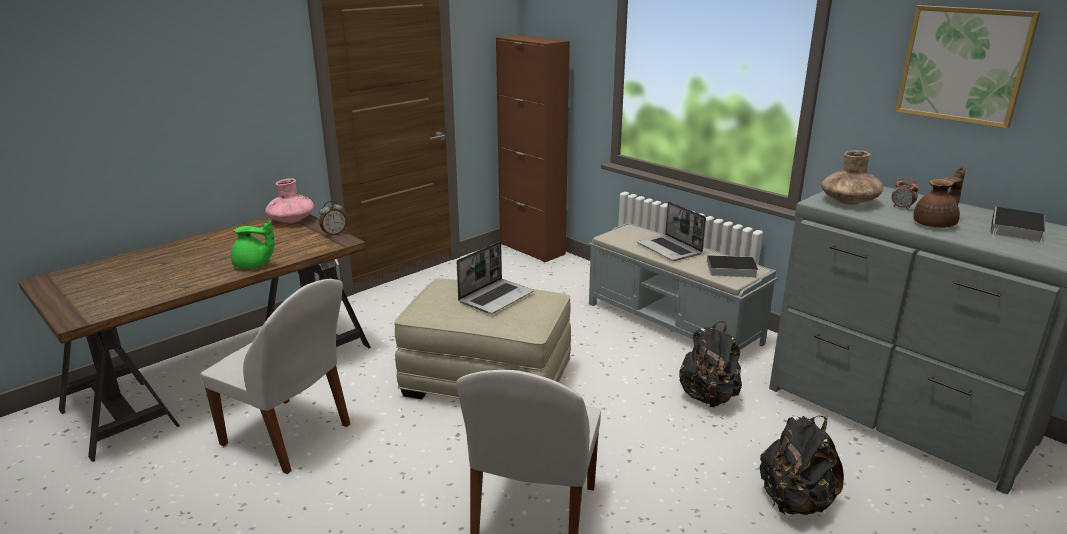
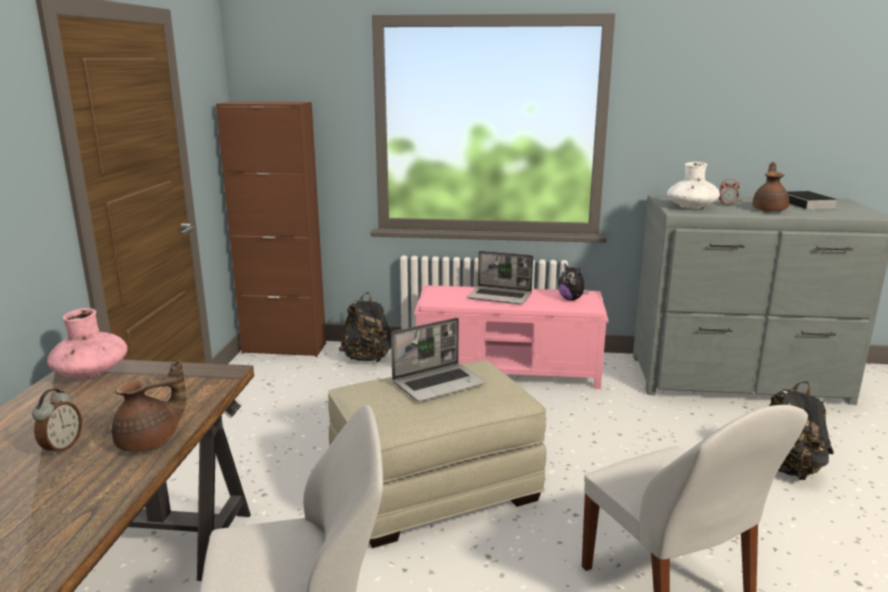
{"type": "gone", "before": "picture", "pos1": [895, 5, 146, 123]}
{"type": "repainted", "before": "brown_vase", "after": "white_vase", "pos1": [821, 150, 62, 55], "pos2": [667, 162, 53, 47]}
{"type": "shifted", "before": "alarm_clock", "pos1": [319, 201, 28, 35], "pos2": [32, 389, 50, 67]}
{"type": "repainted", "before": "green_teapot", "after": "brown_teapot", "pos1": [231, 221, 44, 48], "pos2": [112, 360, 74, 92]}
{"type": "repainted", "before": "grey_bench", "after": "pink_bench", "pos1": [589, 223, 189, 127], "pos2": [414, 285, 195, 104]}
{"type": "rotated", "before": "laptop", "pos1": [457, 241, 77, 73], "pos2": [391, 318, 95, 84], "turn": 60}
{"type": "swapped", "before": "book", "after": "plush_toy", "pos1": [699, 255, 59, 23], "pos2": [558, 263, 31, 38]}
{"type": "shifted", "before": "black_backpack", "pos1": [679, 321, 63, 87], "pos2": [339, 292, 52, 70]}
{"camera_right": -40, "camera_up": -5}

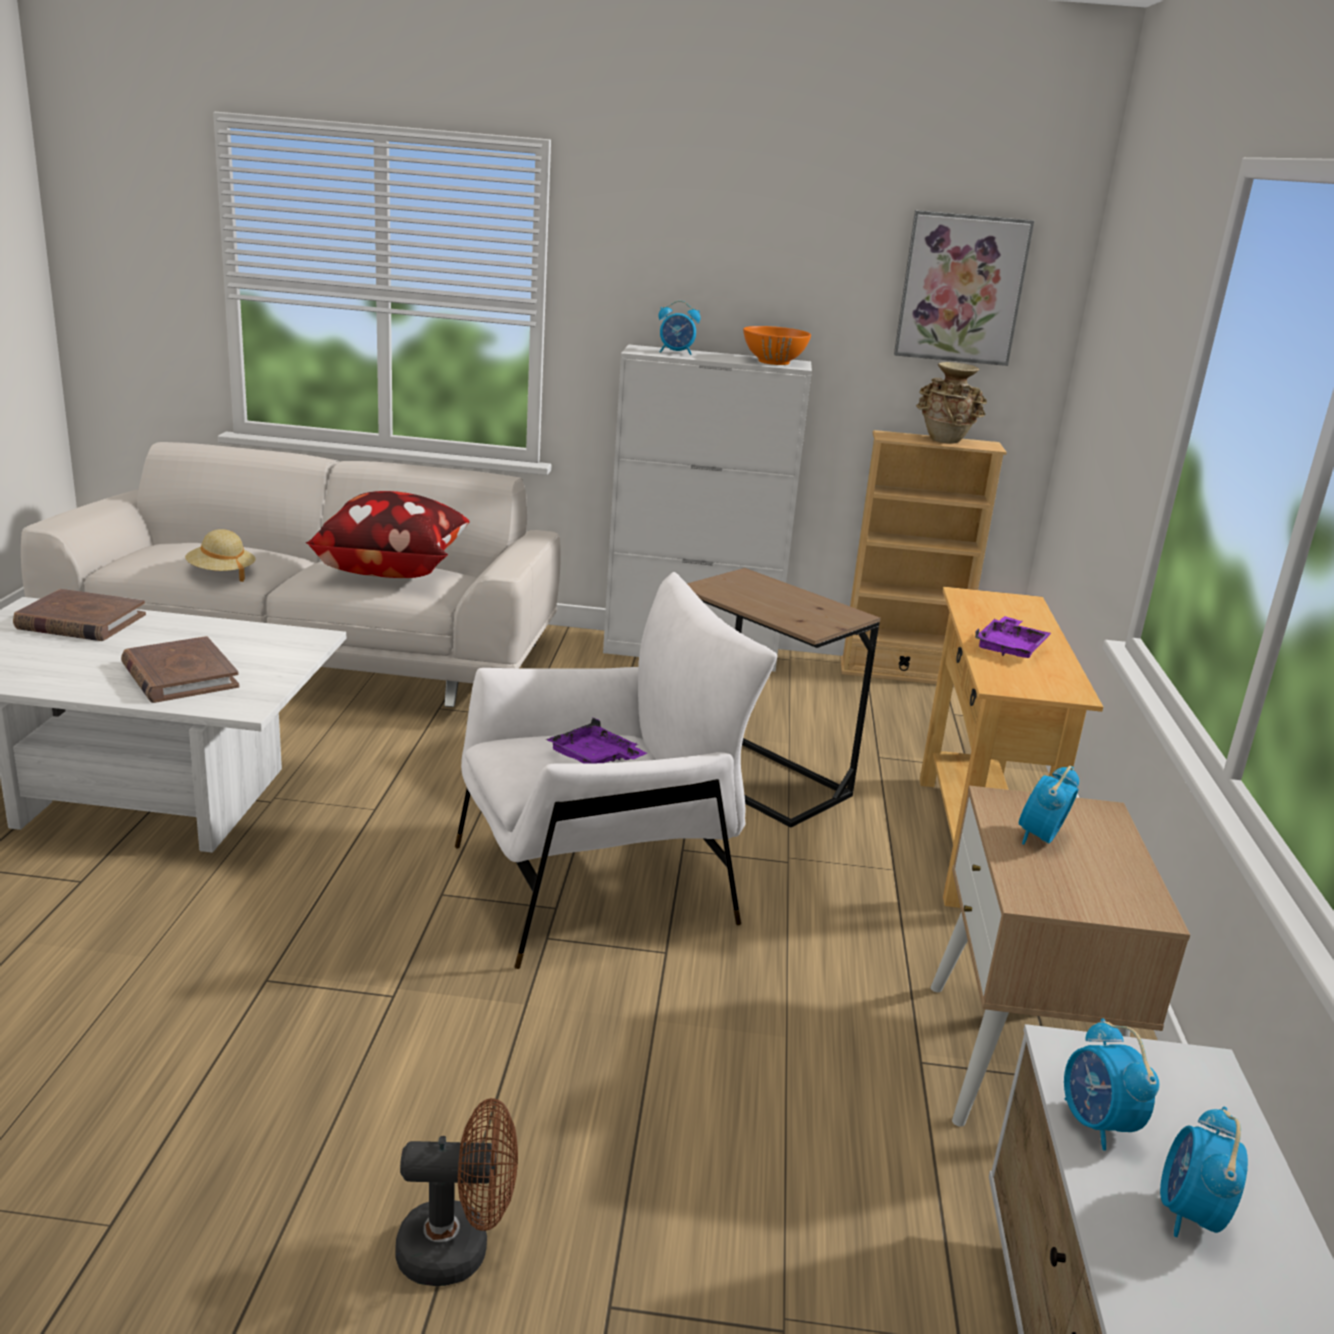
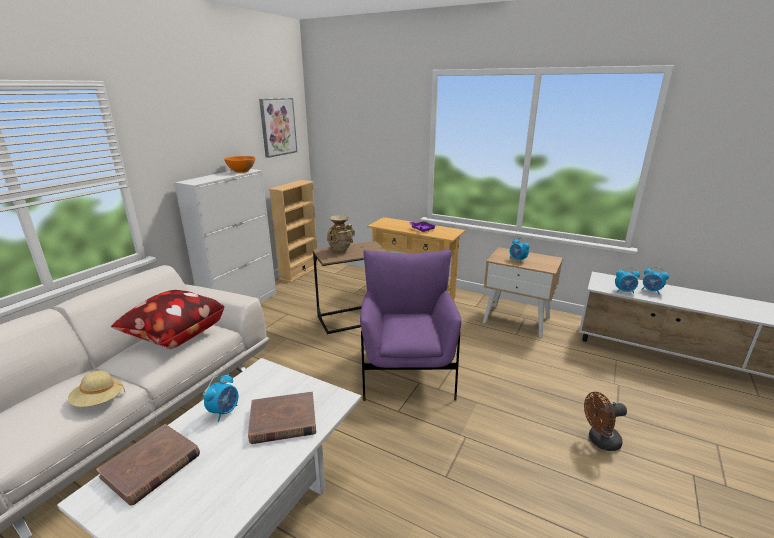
{"type": "shifted", "before": "alarm_clock", "pos1": [658, 301, 43, 54], "pos2": [203, 374, 35, 48]}
{"type": "shifted", "before": "beige_vase", "pos1": [916, 362, 71, 82], "pos2": [327, 215, 28, 38]}
{"type": "repainted", "before": "white_armchair", "after": "purple_armchair", "pos1": [455, 572, 322, 397], "pos2": [360, 250, 101, 151]}
{"type": "gone", "before": "purple_tray", "pos1": [546, 718, 101, 46]}
{"type": "rotated", "before": "brown_fan", "pos1": [395, 1098, 123, 188], "pos2": [584, 392, 43, 59], "turn": -120}
{"camera_right": -65, "camera_up": 0}

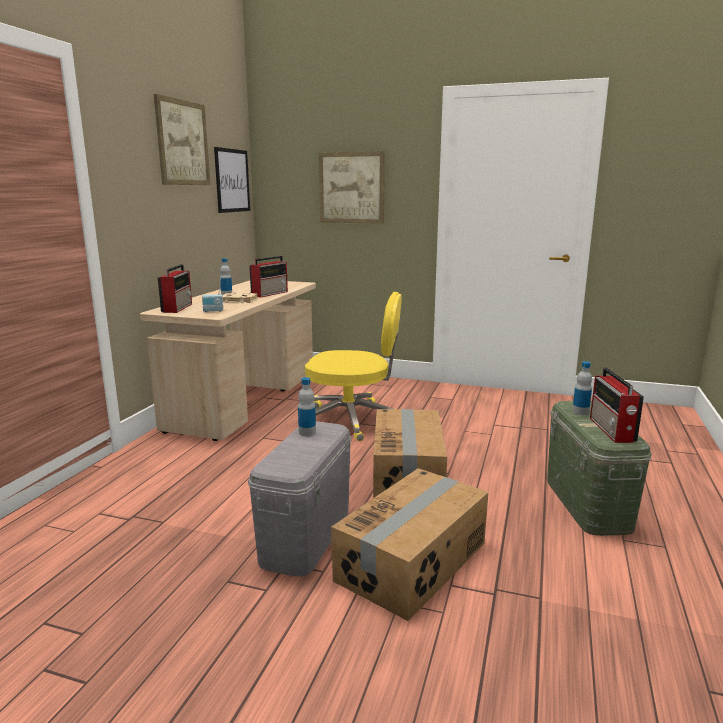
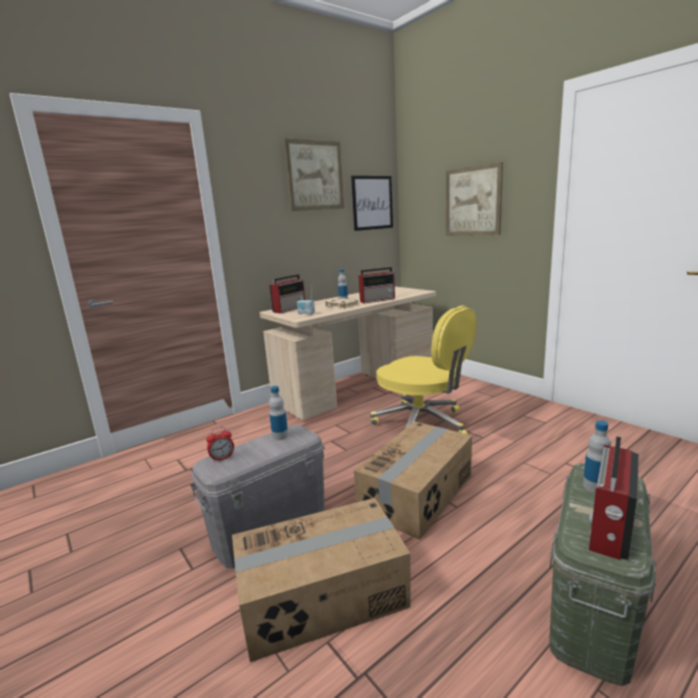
{"type": "new", "after": "alarm_clock", "pos2": [206, 427, 28, 35]}
{"camera_right": 35, "camera_up": 0}

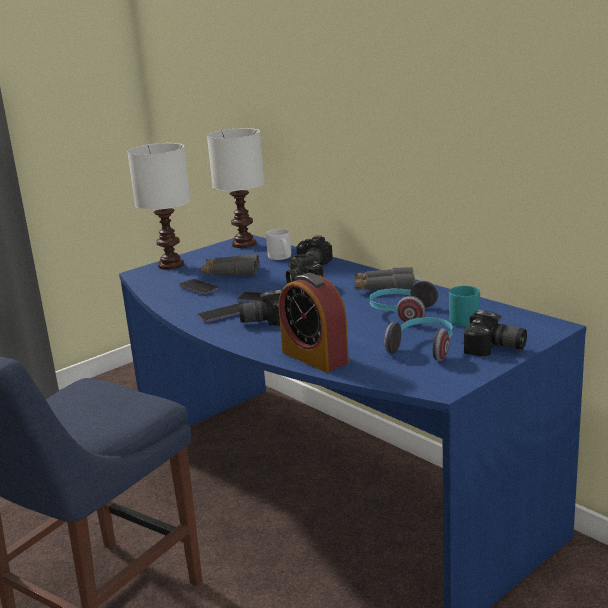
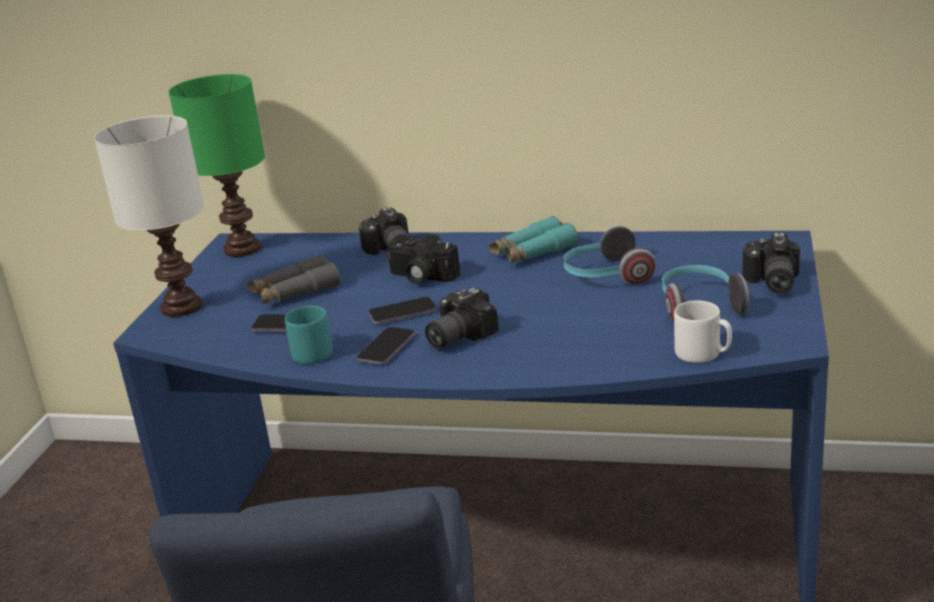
{"type": "repainted", "before": "white_table_lamp", "after": "green_table_lamp", "pos1": [207, 128, 58, 120], "pos2": [169, 74, 96, 183]}
{"type": "shifted", "before": "white_mug", "pos1": [266, 229, 25, 31], "pos2": [674, 300, 58, 63]}
{"type": "repainted", "before": "grey_binoculars", "after": "turquoise_binoculars", "pos1": [355, 267, 60, 23], "pos2": [489, 216, 89, 47]}
{"type": "gone", "before": "alarm_clock", "pos1": [279, 273, 70, 99]}
{"type": "shifted", "before": "turquoise_mug", "pos1": [449, 286, 31, 41], "pos2": [285, 306, 48, 58]}
{"type": "rotated", "before": "photo_camera", "pos1": [464, 310, 63, 46], "pos2": [742, 233, 58, 61], "turn": 105}
{"camera_right": -35, "camera_up": 5}

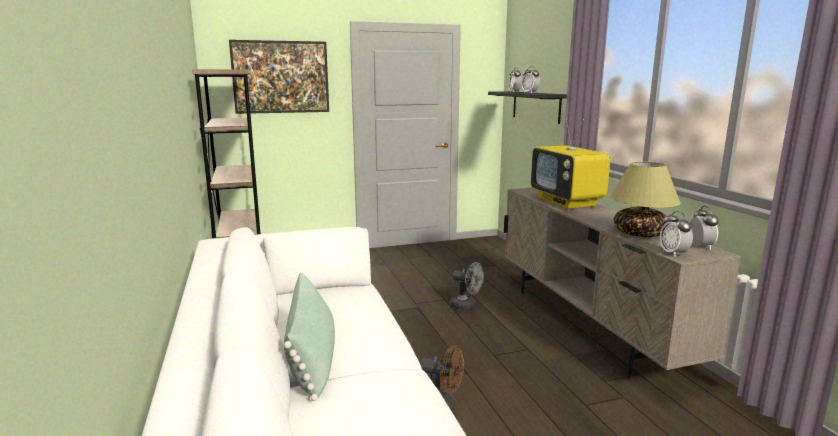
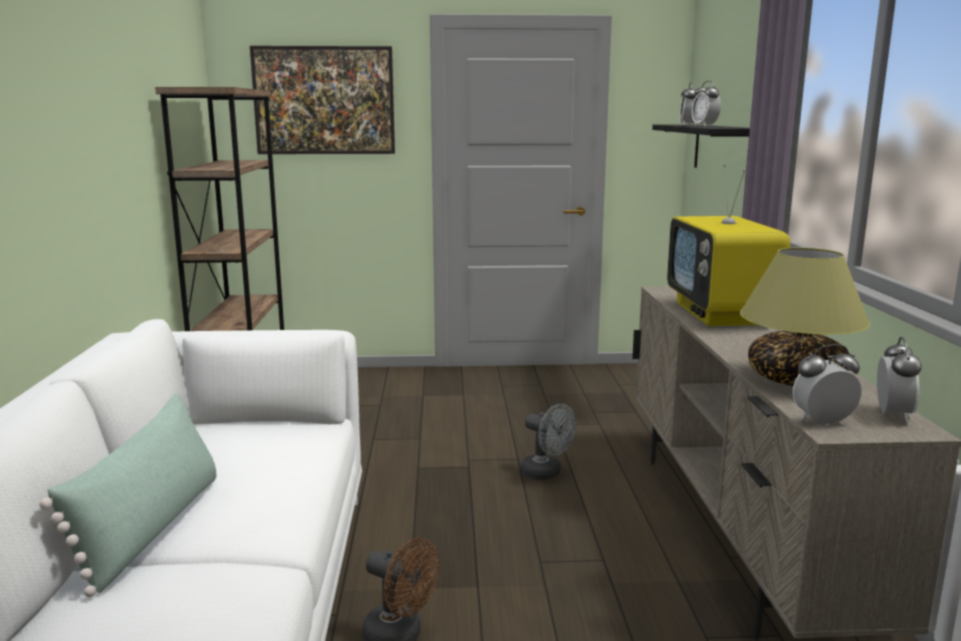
{"type": "rotated", "before": "alarm_clock", "pos1": [660, 211, 33, 46], "pos2": [793, 344, 69, 82], "turn": 75}
{"camera_right": 15, "camera_up": 0}

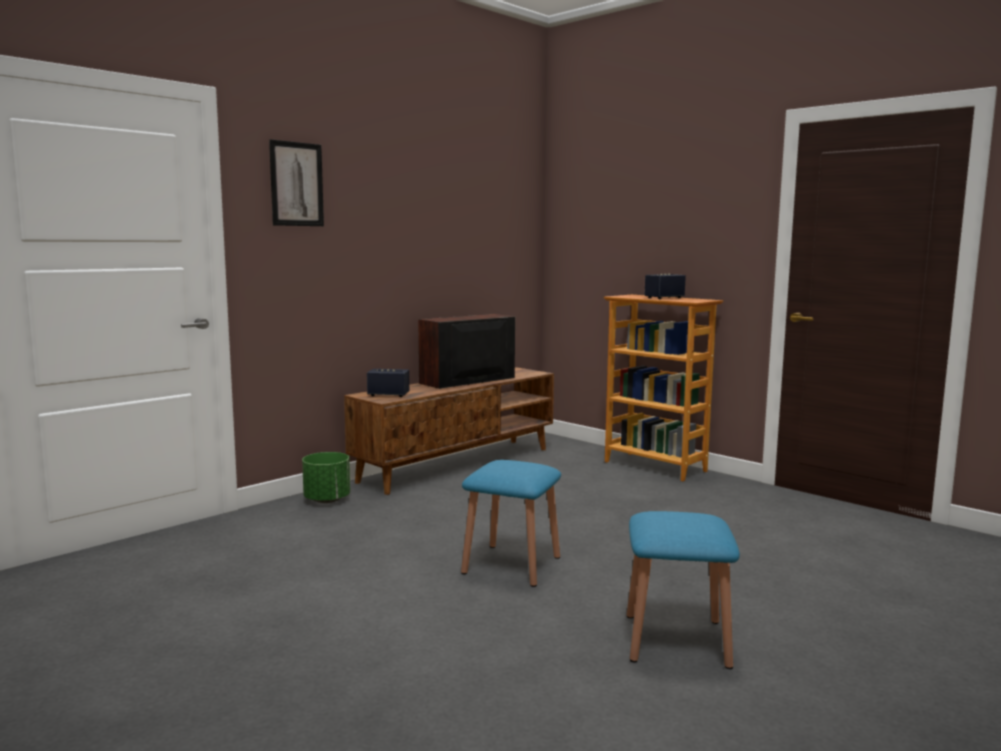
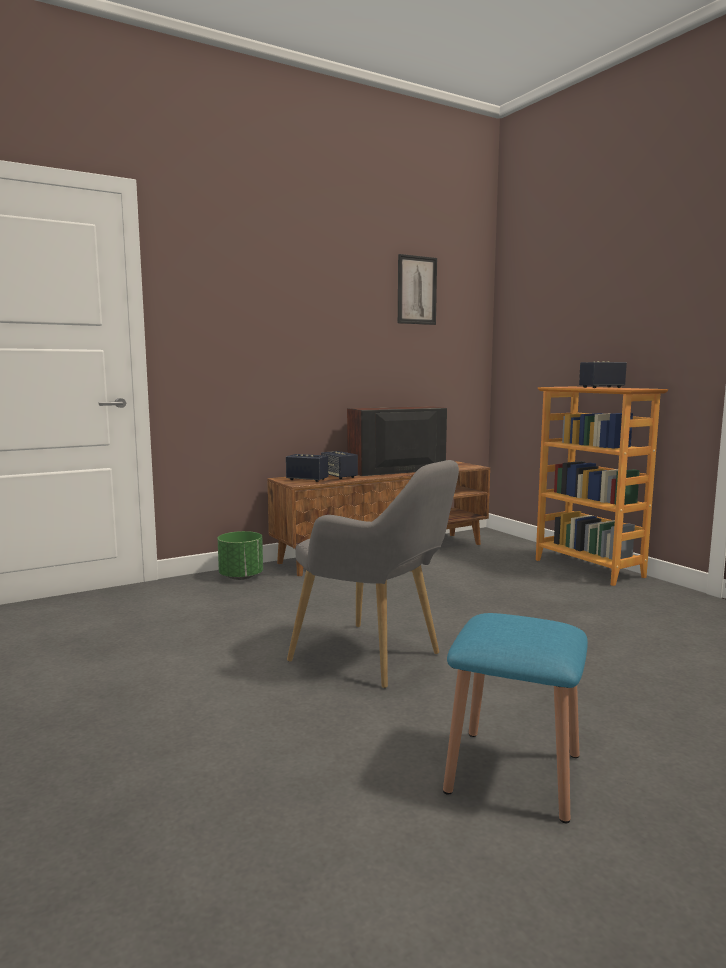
{"type": "shifted", "before": "picture", "pos1": [269, 139, 55, 87], "pos2": [398, 254, 39, 71]}
{"type": "swapped", "before": "blue_stool", "after": "grey_armchair", "pos1": [461, 460, 100, 127], "pos2": [287, 460, 172, 228]}
{"type": "new", "after": "speaker", "pos2": [321, 451, 37, 28]}
{"camera_right": 15, "camera_up": 0}

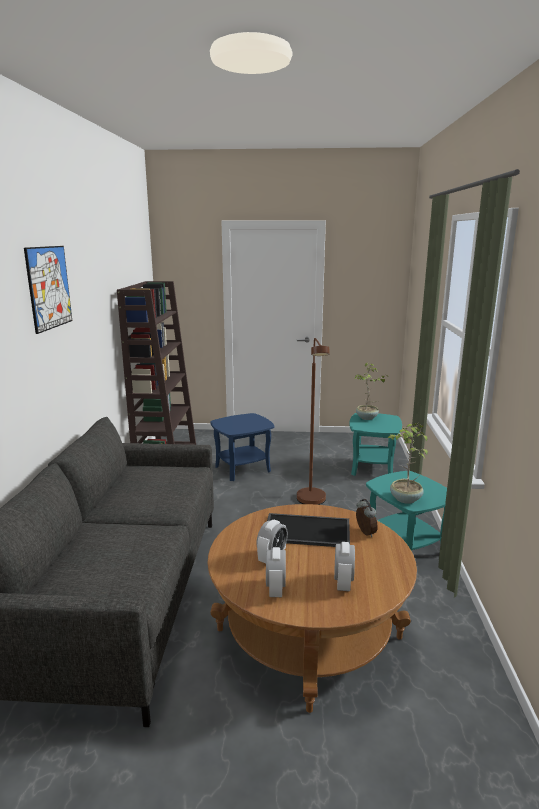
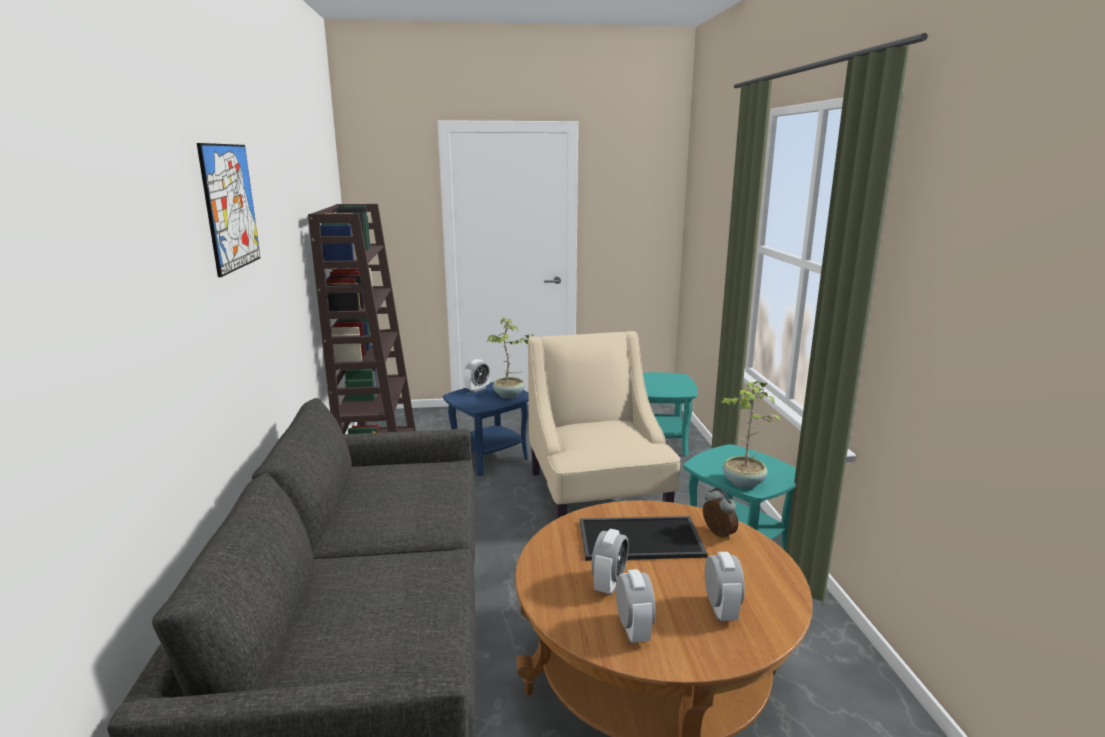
{"type": "swapped", "before": "brown_floor_lamp", "after": "beige_armchair", "pos1": [297, 338, 33, 167], "pos2": [528, 331, 152, 188]}
{"type": "shifted", "before": "potted_plant", "pos1": [354, 362, 34, 58], "pos2": [487, 318, 47, 80]}
{"type": "new", "after": "alarm_clock", "pos2": [464, 359, 26, 33]}
{"camera_right": -10, "camera_up": 0}

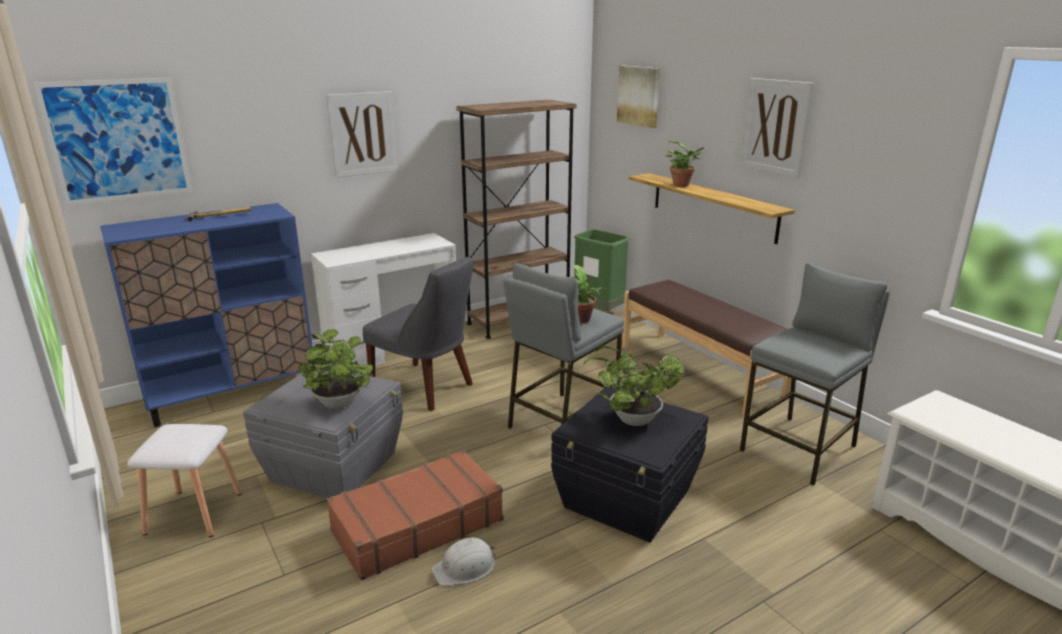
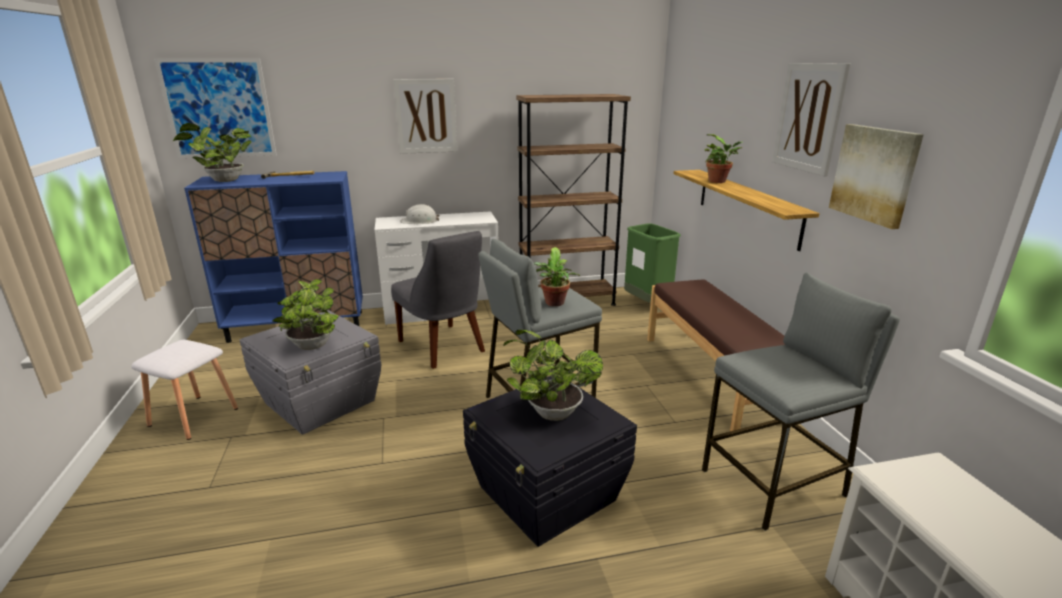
{"type": "shifted", "before": "picture", "pos1": [617, 66, 43, 62], "pos2": [829, 124, 95, 105]}
{"type": "gone", "before": "brown_suitcase", "pos1": [326, 450, 177, 130]}
{"type": "shifted", "before": "white_hard_hat", "pos1": [432, 537, 64, 49], "pos2": [400, 204, 40, 20]}
{"type": "new", "after": "potted_plant", "pos2": [173, 123, 79, 59]}
{"camera_right": 20, "camera_up": 0}

